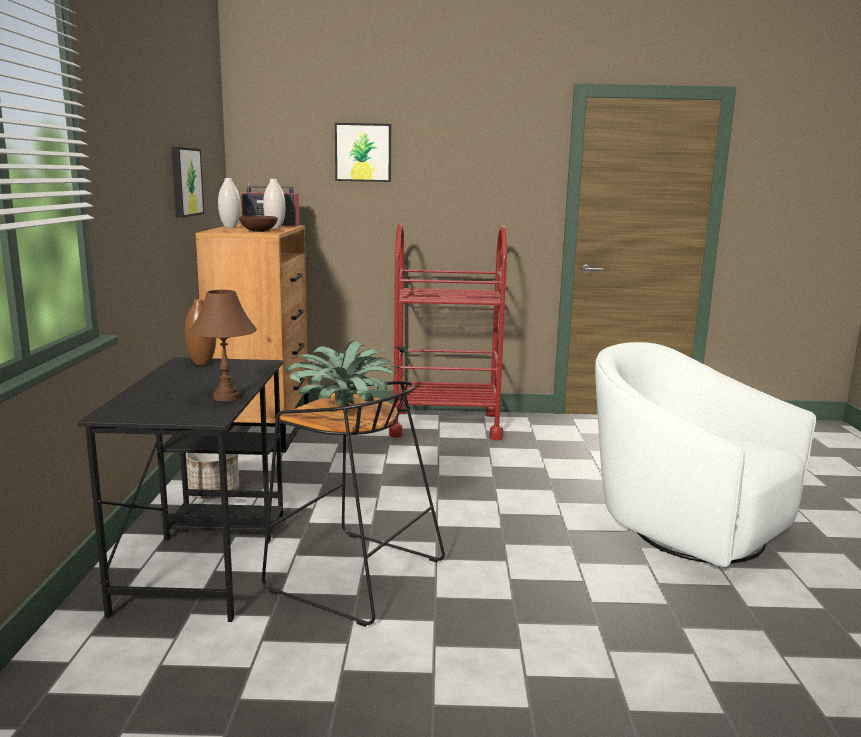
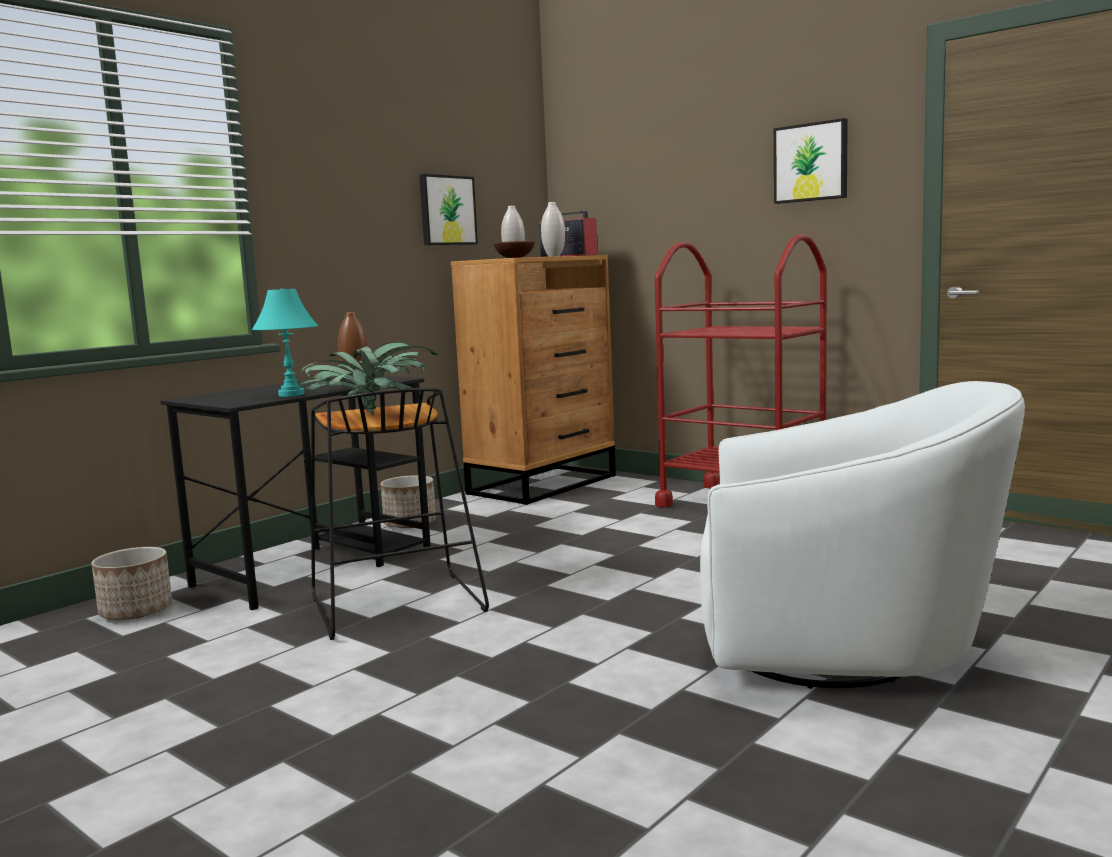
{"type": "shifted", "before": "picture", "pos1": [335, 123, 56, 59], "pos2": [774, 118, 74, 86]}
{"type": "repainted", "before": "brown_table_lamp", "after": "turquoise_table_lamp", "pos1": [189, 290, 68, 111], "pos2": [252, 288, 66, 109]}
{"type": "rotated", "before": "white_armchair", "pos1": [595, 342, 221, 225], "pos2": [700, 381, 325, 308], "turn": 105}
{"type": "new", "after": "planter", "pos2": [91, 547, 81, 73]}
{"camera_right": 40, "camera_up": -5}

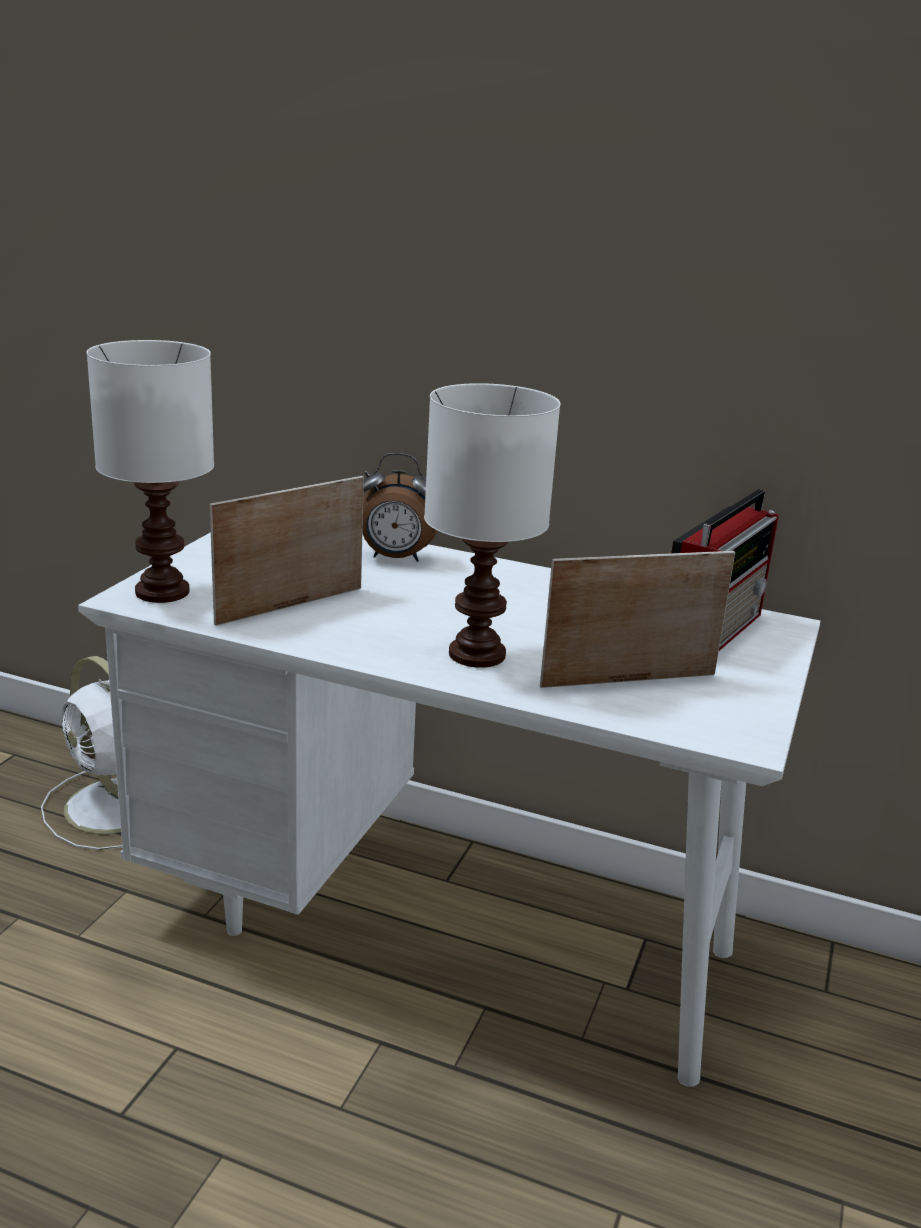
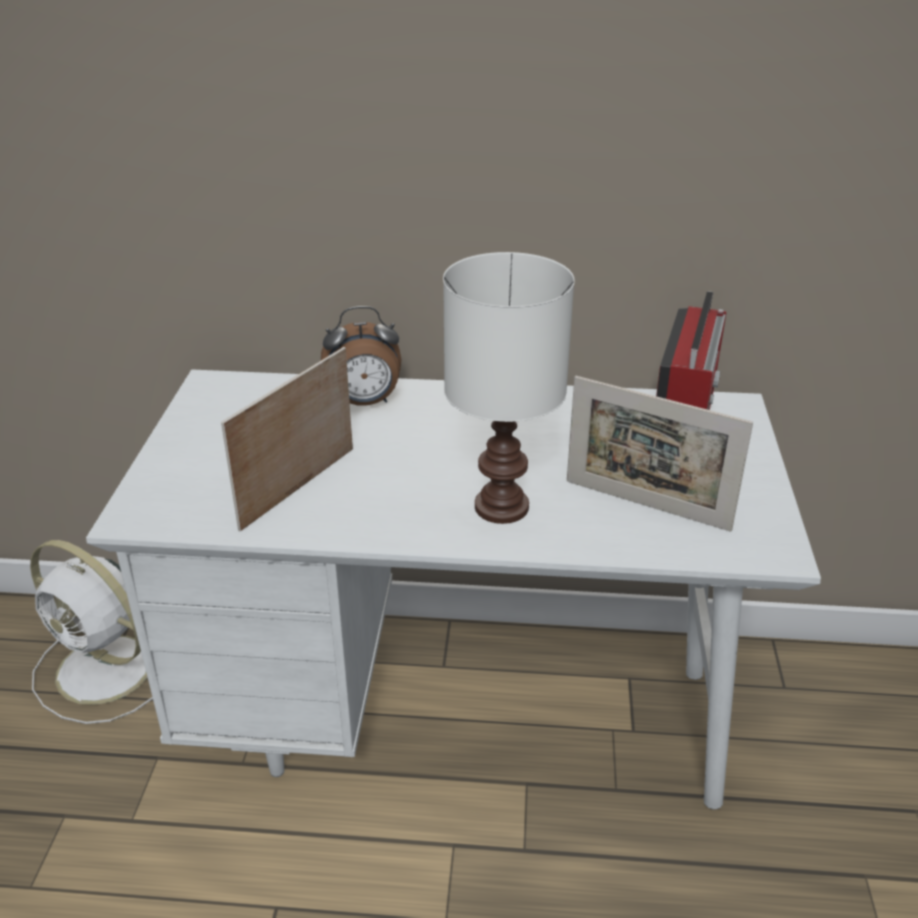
{"type": "gone", "before": "white_table_lamp", "pos1": [86, 340, 128, 263]}
{"type": "rotated", "before": "picture_frame", "pos1": [540, 551, 195, 137], "pos2": [567, 376, 186, 156], "turn": -120}
{"camera_right": -15, "camera_up": 10}

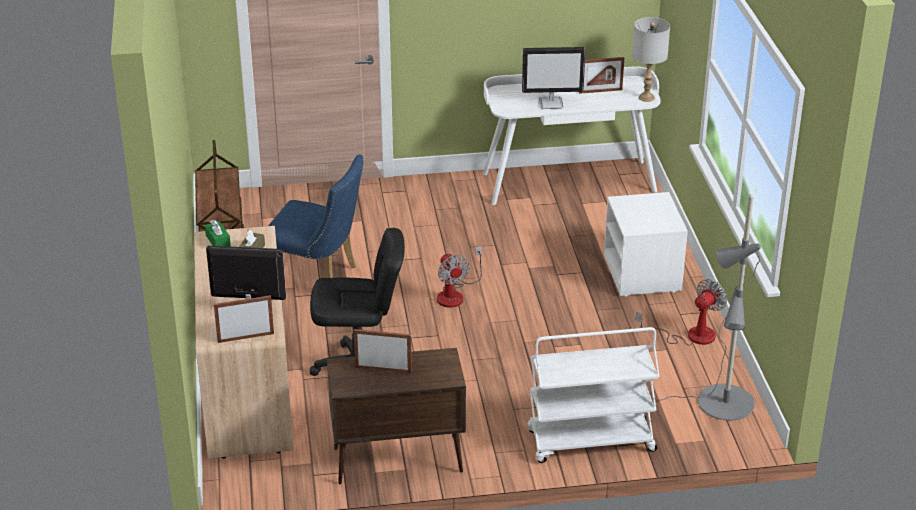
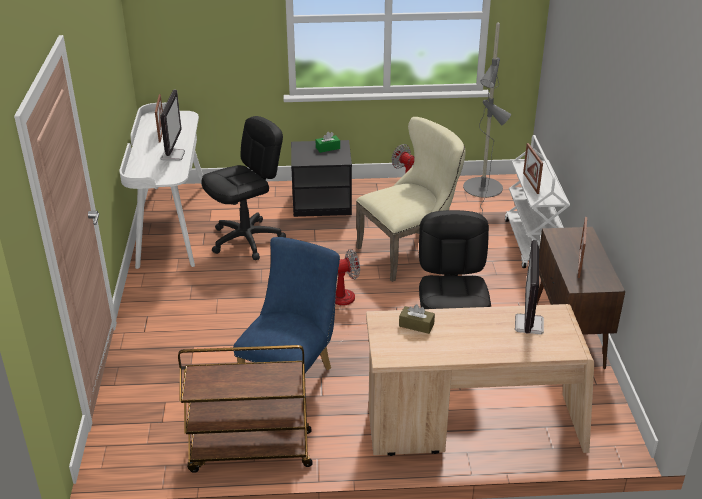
{"type": "gone", "before": "grey_table_lamp", "pos1": [632, 17, 38, 85]}
{"type": "repainted", "before": "white_nightstand", "after": "black_nightstand", "pos1": [604, 192, 84, 105], "pos2": [291, 140, 61, 77]}
{"type": "shifted", "before": "green_tissue_box", "pos1": [205, 220, 26, 27], "pos2": [316, 132, 24, 21]}
{"type": "shifted", "before": "picture_frame", "pos1": [214, 295, 60, 48], "pos2": [523, 143, 20, 51]}
{"type": "new", "after": "black_office_chair", "pos2": [201, 116, 85, 144]}
{"type": "new", "after": "beige_chair", "pos2": [356, 117, 109, 165]}
{"camera_right": -85, "camera_up": 0}

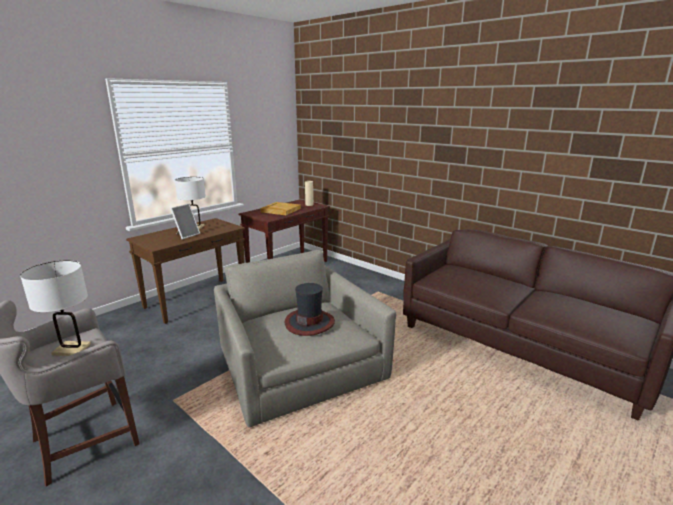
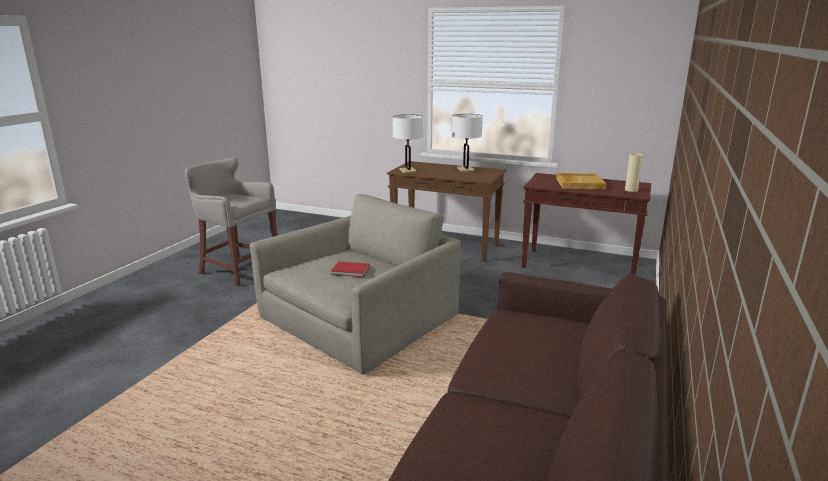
{"type": "gone", "before": "picture_frame", "pos1": [170, 204, 30, 35]}
{"type": "shifted", "before": "white_table_lamp", "pos1": [20, 260, 71, 96], "pos2": [393, 114, 30, 59]}
{"type": "swapped", "before": "hat", "after": "red_book", "pos1": [285, 283, 50, 53], "pos2": [331, 261, 39, 16]}
{"camera_right": 70, "camera_up": 0}

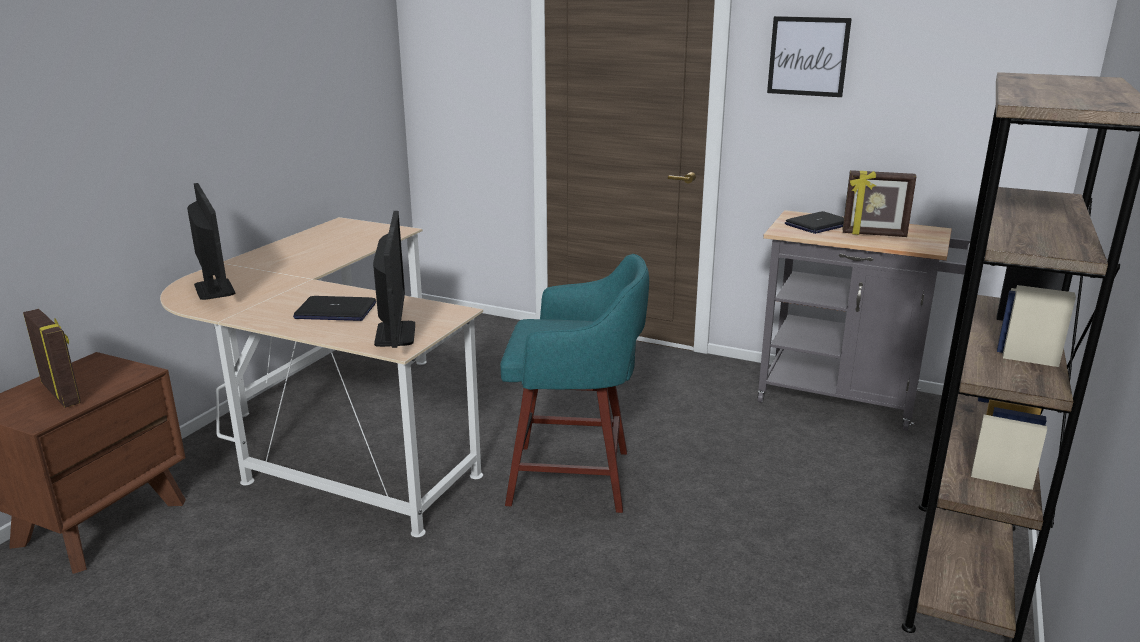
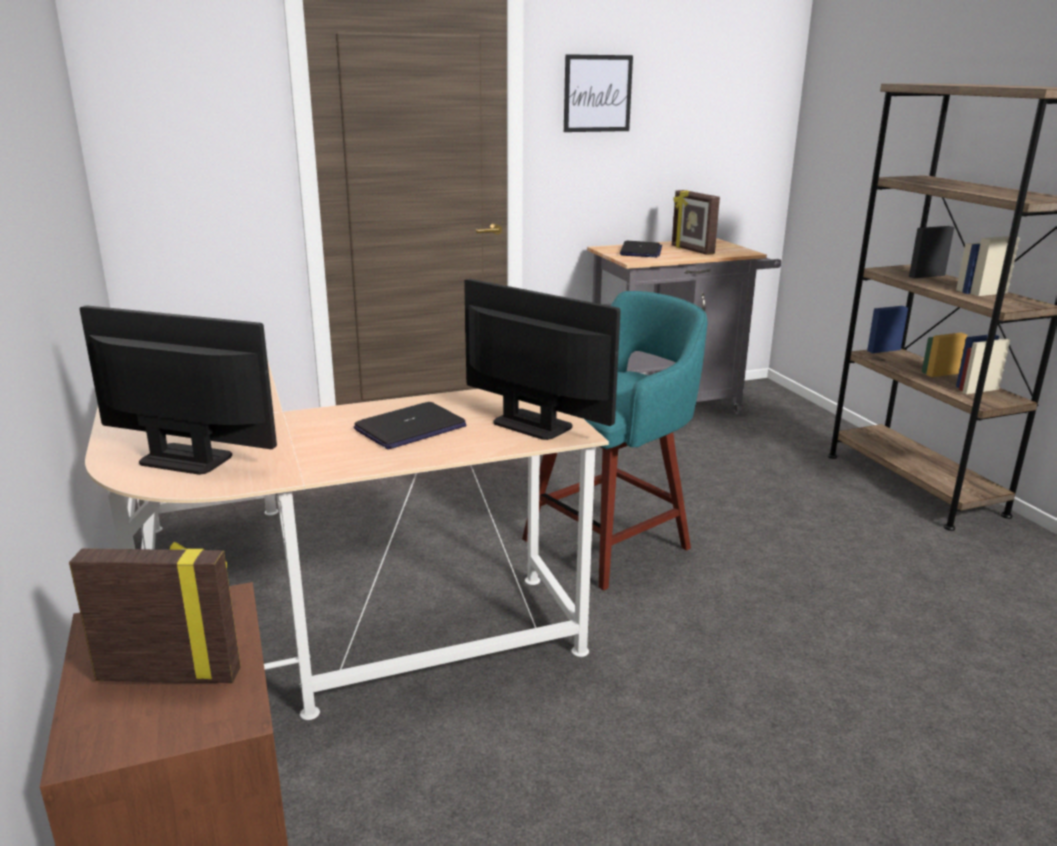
{"type": "rotated", "before": "picture_frame", "pos1": [842, 170, 75, 67], "pos2": [672, 190, 48, 65], "turn": 90}
{"camera_right": -45, "camera_up": 0}

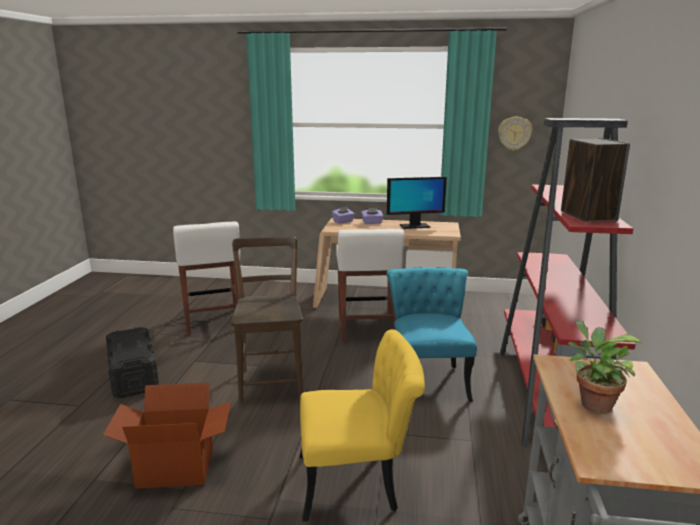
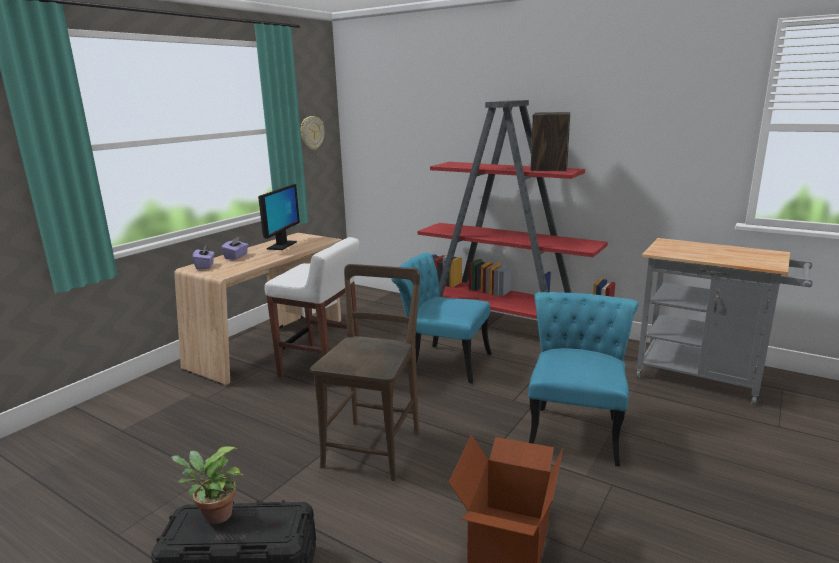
{"type": "gone", "before": "white_stool", "pos1": [173, 222, 67, 113]}
{"type": "rotated", "before": "brown_chair", "pos1": [231, 236, 72, 169], "pos2": [310, 264, 110, 217], "turn": 90}
{"type": "shifted", "before": "potted_plant", "pos1": [568, 320, 75, 94], "pos2": [171, 446, 73, 78]}
{"type": "repainted", "before": "yellow_chair", "after": "turquoise_chair", "pos1": [299, 329, 126, 193], "pos2": [528, 292, 111, 175]}
{"camera_right": -65, "camera_up": 0}

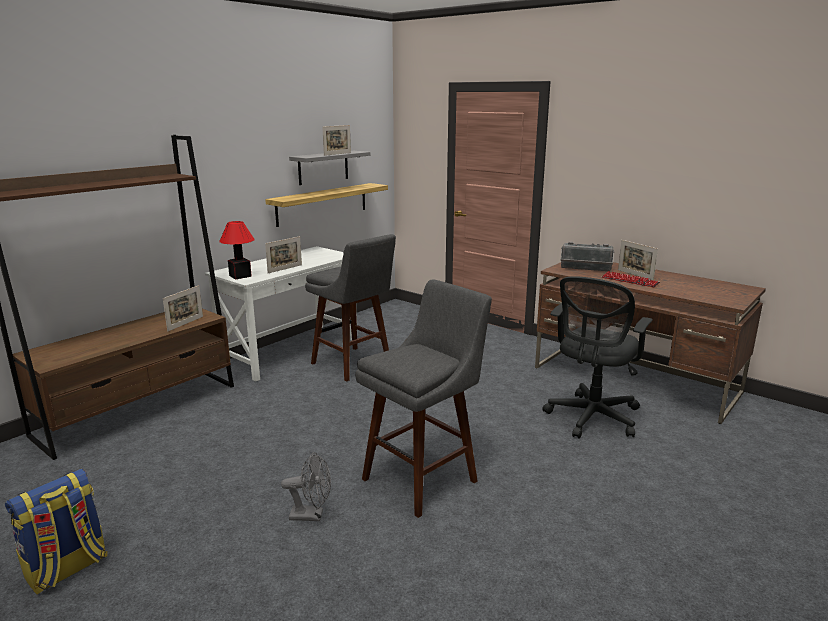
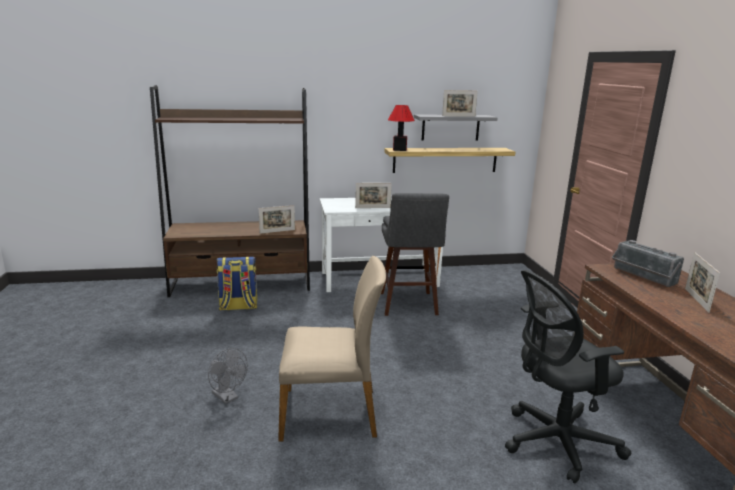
{"type": "shifted", "before": "table_lamp", "pos1": [219, 221, 36, 58], "pos2": [388, 105, 27, 46]}
{"type": "gone", "before": "keyboard", "pos1": [602, 271, 58, 16]}
{"type": "swapped", "before": "grey_stool", "after": "beige_chair", "pos1": [355, 280, 137, 238], "pos2": [278, 256, 108, 185]}
{"type": "shifted", "before": "backpack", "pos1": [5, 469, 103, 125], "pos2": [216, 257, 41, 53]}
{"camera_right": 40, "camera_up": 0}

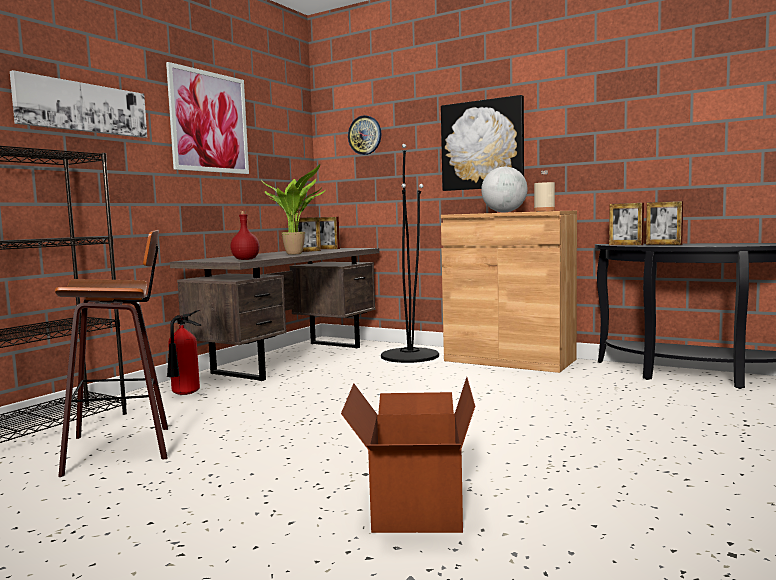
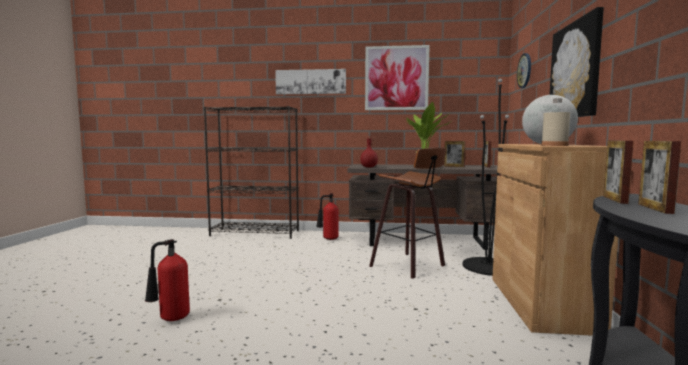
{"type": "shifted", "before": "stool", "pos1": [55, 230, 113, 247], "pos2": [369, 148, 78, 131]}
{"type": "swapped", "before": "cardboard_box", "after": "fire_extinguisher", "pos1": [341, 377, 134, 156], "pos2": [145, 239, 45, 82]}
{"camera_right": 65, "camera_up": 0}

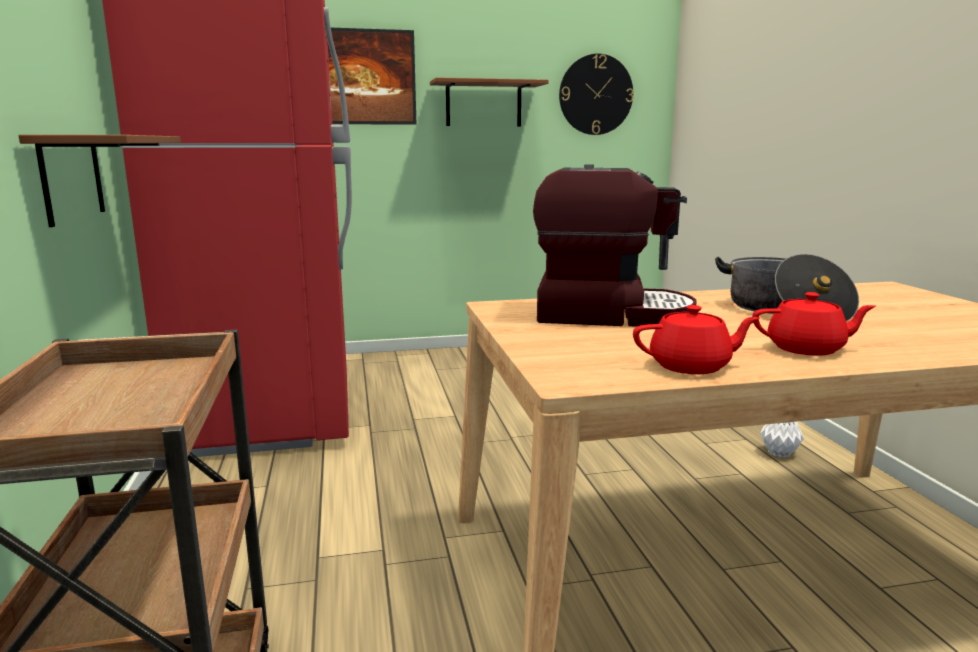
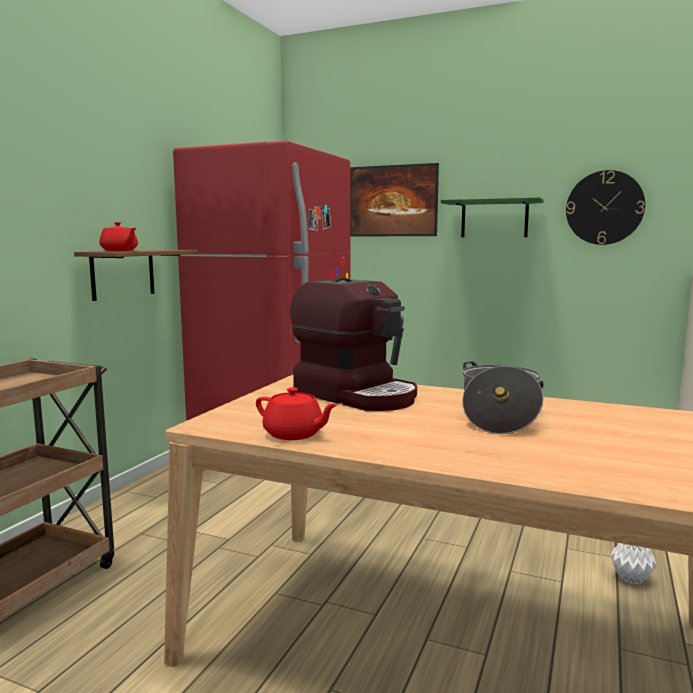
{"type": "repainted", "before": "brown_shelf", "after": "green_shelf", "pos1": [430, 77, 118, 49], "pos2": [441, 197, 103, 40]}
{"type": "shifted", "before": "red_teapot", "pos1": [752, 292, 124, 64], "pos2": [99, 222, 39, 29]}
{"camera_right": 35, "camera_up": -5}

